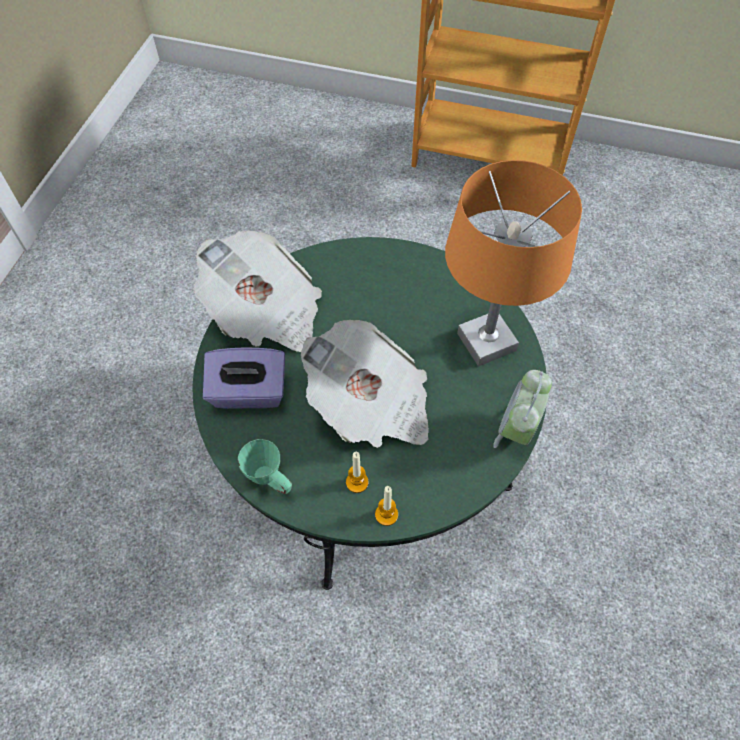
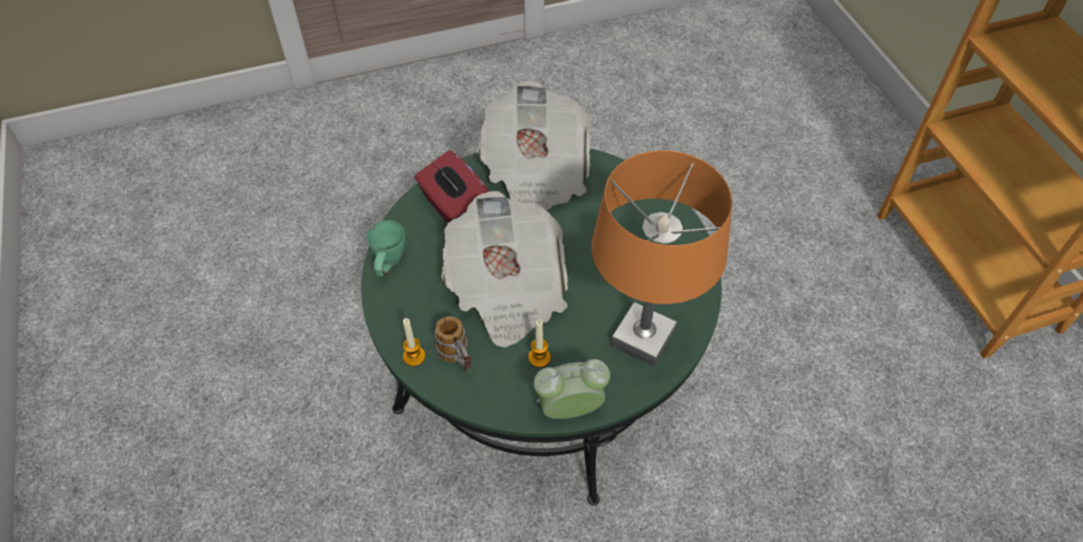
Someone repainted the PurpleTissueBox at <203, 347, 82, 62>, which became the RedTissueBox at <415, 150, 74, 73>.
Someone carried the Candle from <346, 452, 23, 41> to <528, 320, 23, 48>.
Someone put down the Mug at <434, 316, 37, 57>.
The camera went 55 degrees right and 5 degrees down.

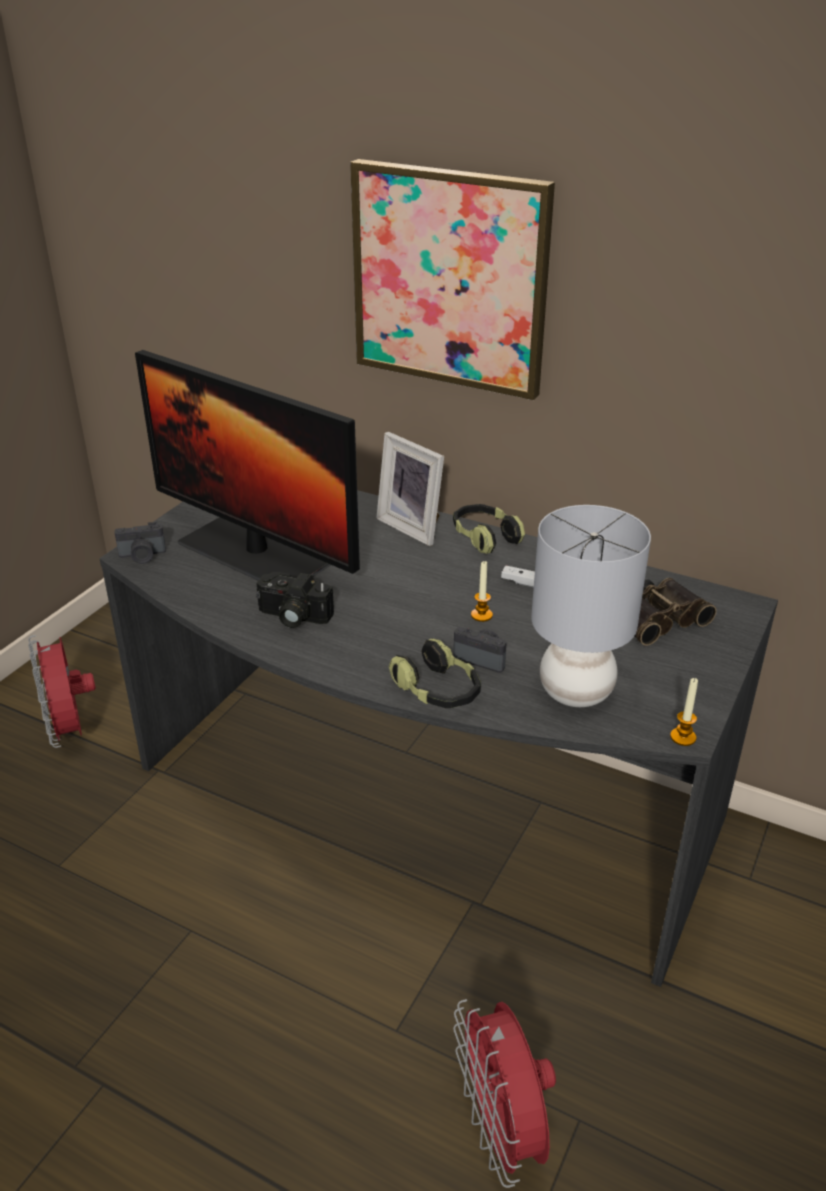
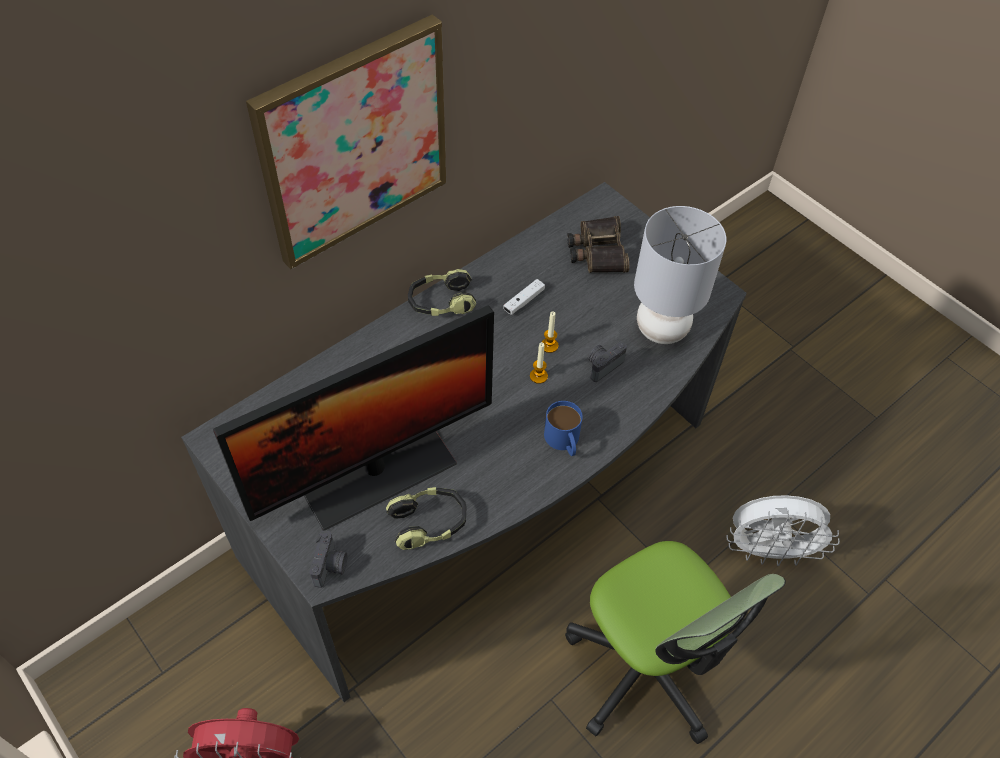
Someone took away the PictureFrame at <376, 432, 68, 114>.
Someone took away the PhotoCamera at <256, 572, 78, 56>.
Someone carried the Headphones from <389, 638, 92, 70> to <386, 487, 80, 63>.
Someone carried the Candle from <670, 678, 28, 68> to <530, 342, 18, 42>.
Someone repainted the RedFan at <453, 999, 103, 189>, which became the WhiteFan at <726, 495, 114, 71>.
Someone put down the BlueMug at <544, 401, 39, 55>.
Someone put down the OfficeChair at <565, 541, 221, 203>.
The camera went 70 degrees left and 20 degrees up.

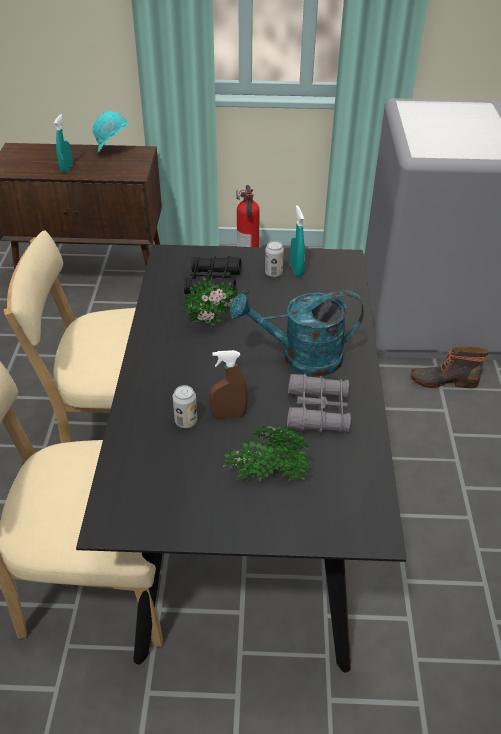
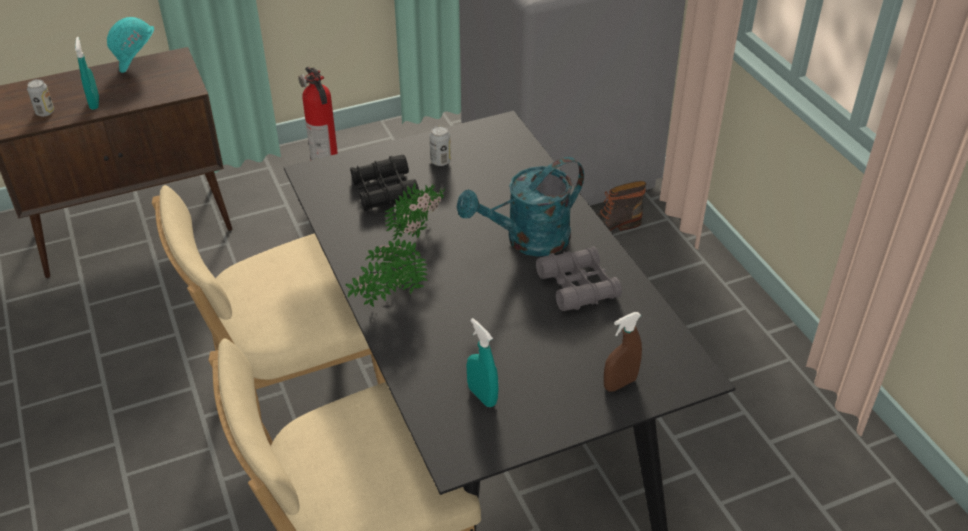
Someone carried the TurquoiseSprayBottle from <290, 205, 15, 72> to <467, 318, 32, 89>.
Someone carried the BrownSprayBottle from <209, 350, 39, 69> to <604, 312, 38, 79>.
Someone carried the Can from <173, 385, 24, 43> to <27, 79, 27, 38>.
Someone carried the PottedPlant from <223, 426, 87, 57> to <345, 239, 83, 68>.
The camera went 25 degrees left and 0 degrees up.

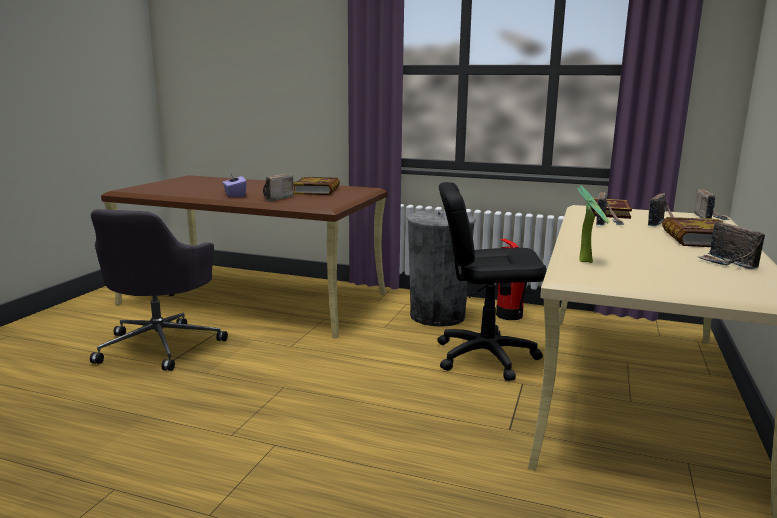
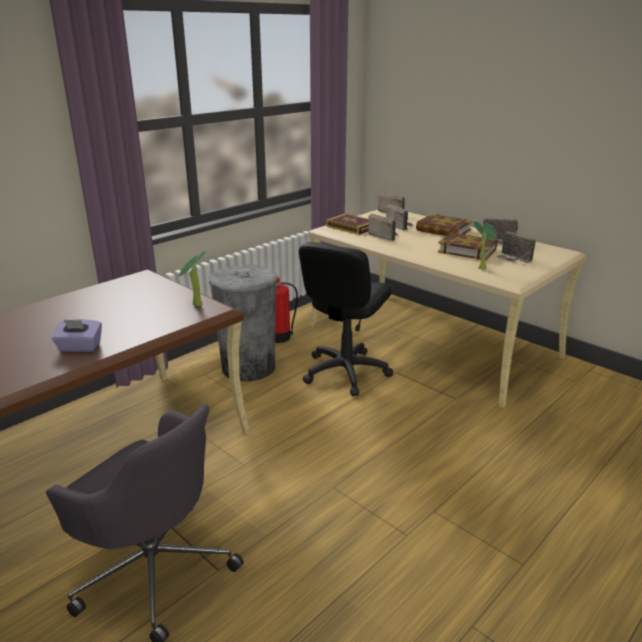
Someone carried the Radio from <263, 173, 31, 28> to <496, 231, 40, 32>.
Someone carried the Book from <293, 177, 47, 18> to <438, 233, 60, 28>.
Someone put down the PottedPlant at <179, 251, 27, 56>.
The camera went 65 degrees left and 10 degrees up.

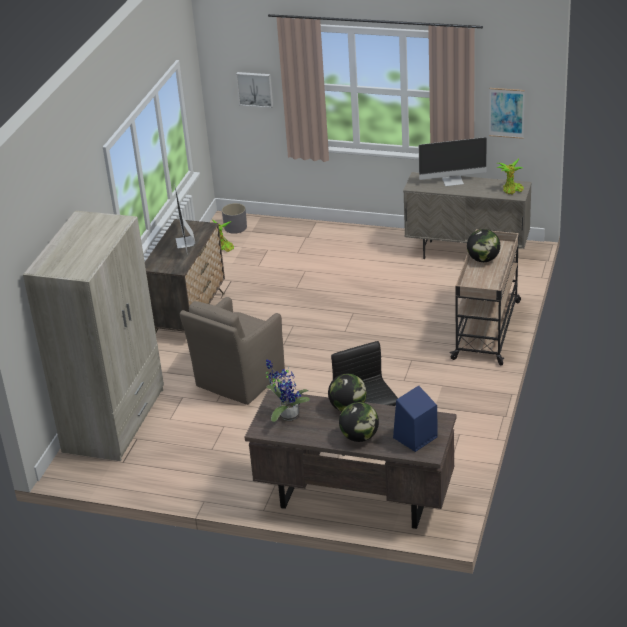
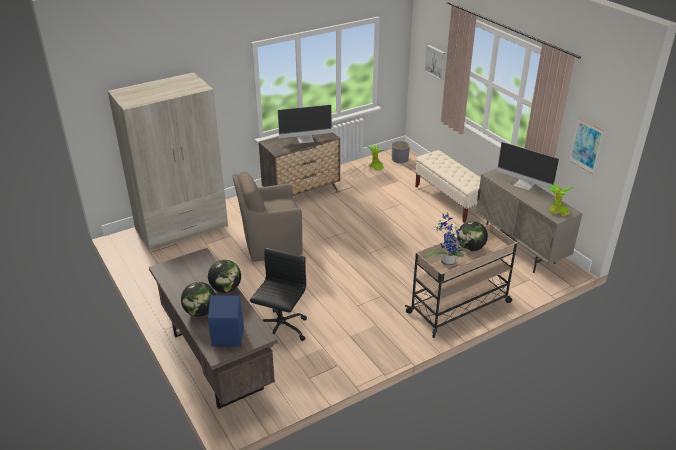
Someone rotated the Monitor at <175, 186, 20, 69> by 135 degrees counterclockwise.
Someone carried the PottedPlant from <266, 359, 44, 63> to <426, 212, 44, 54>.
Someone put down the BeigeBench at <415, 150, 66, 73>.
The camera went 40 degrees right and 0 degrees up.

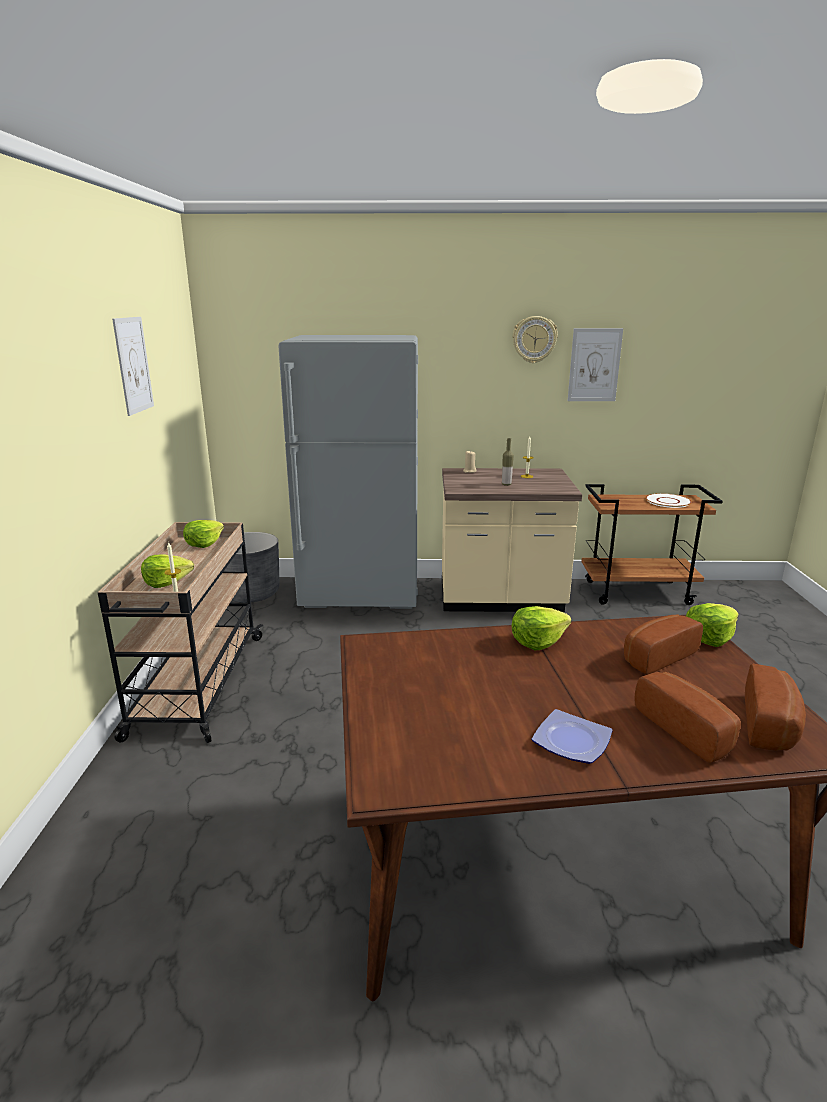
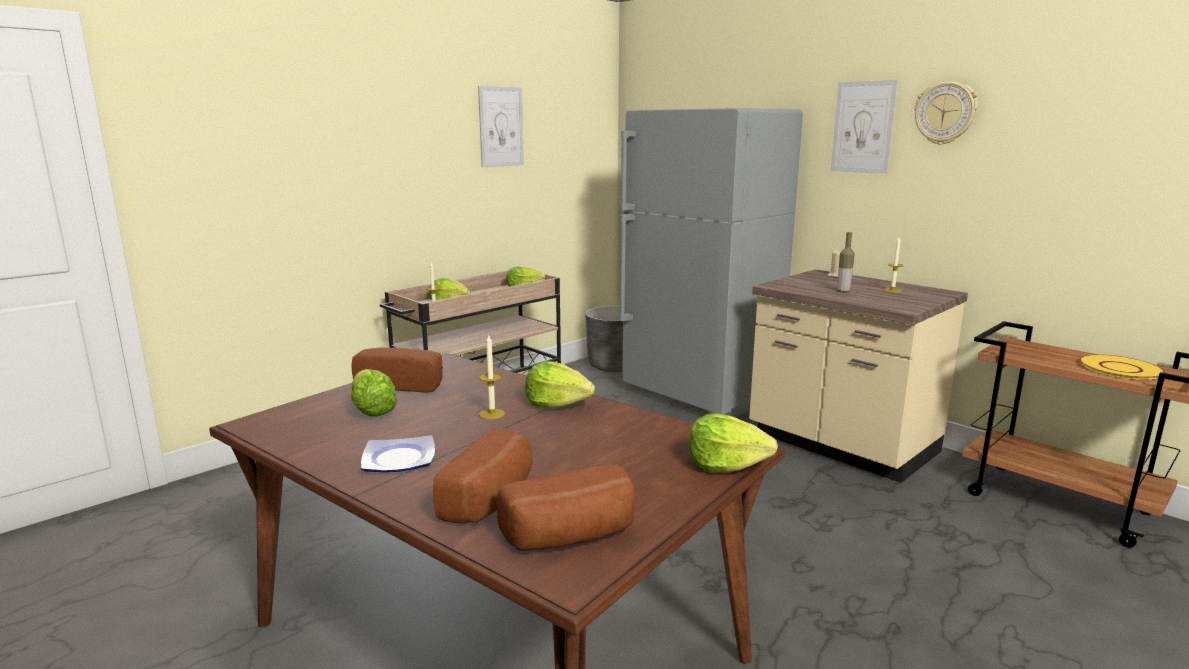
Someone carried the Picture from <568, 328, 55, 73> to <831, 80, 67, 94>.
Someone repainted the WhitePlate at <645, 493, 47, 15>, which became the YellowPlate at <1079, 354, 87, 26>.
Someone carried the Bread from <624, 615, 79, 60> to <351, 347, 92, 46>.
Someone put down the Candle at <479, 334, 26, 85>.
Someone put down the Lettuce at <351, 369, 46, 47>.
The camera went 45 degrees right and 5 degrees down.

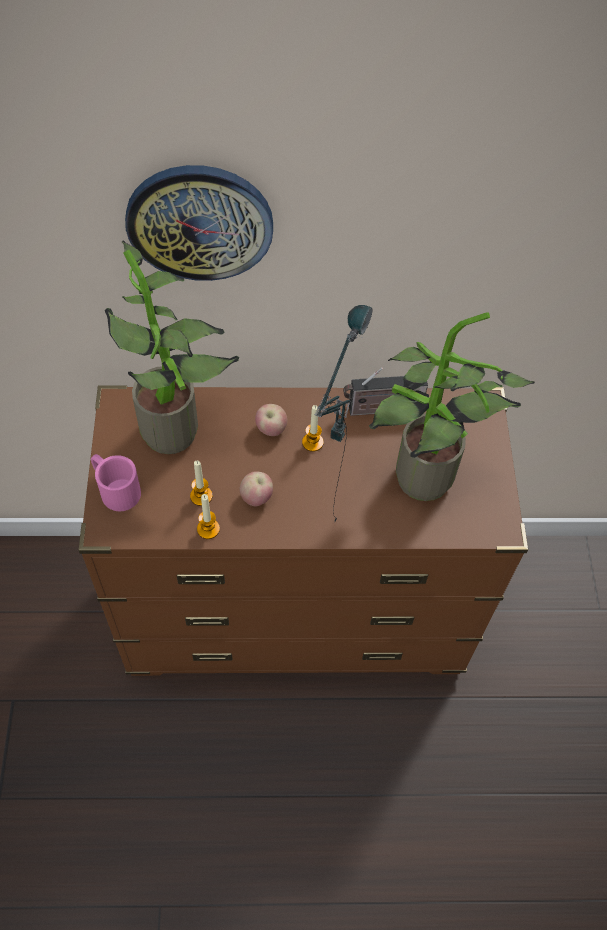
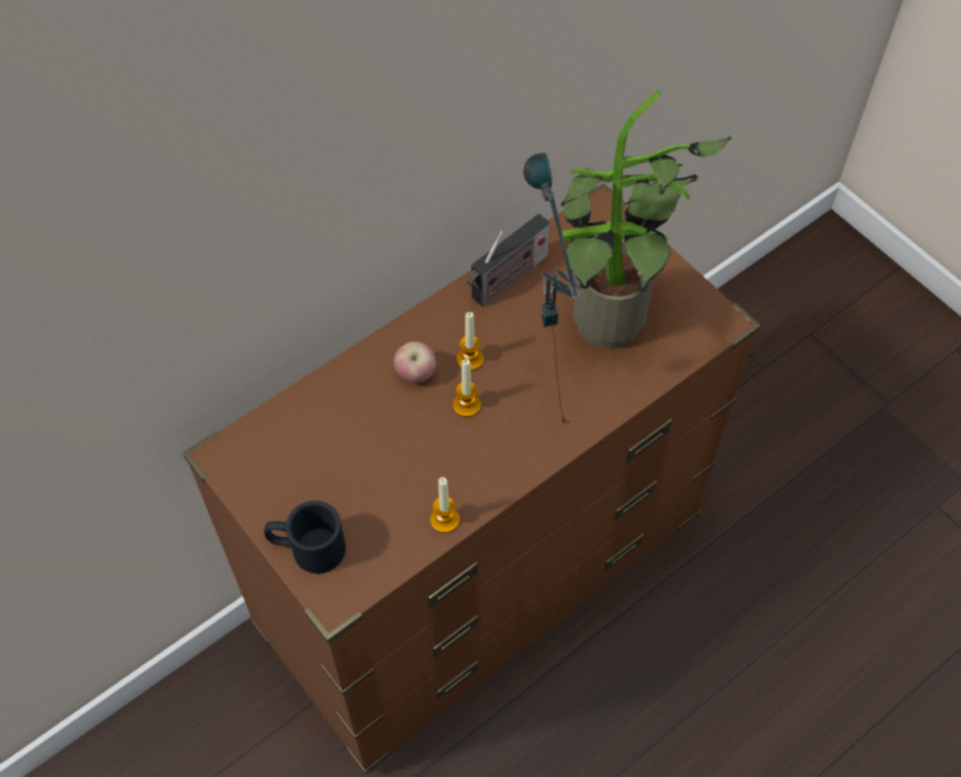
Someone took away the WallClock at <125, 165, 148, 116>.
Someone took away the PottedPlant at <105, 241, 134, 213>.
Someone repainted the PinkMug at <91, 454, 50, 57>, which became the BlackMug at <264, 501, 82, 73>.
Someone carried the Candle from <190, 461, 23, 45> to <453, 359, 28, 58>.
Someone took away the Apple at <239, 471, 34, 35>.
The camera went 35 degrees left and 0 degrees up.

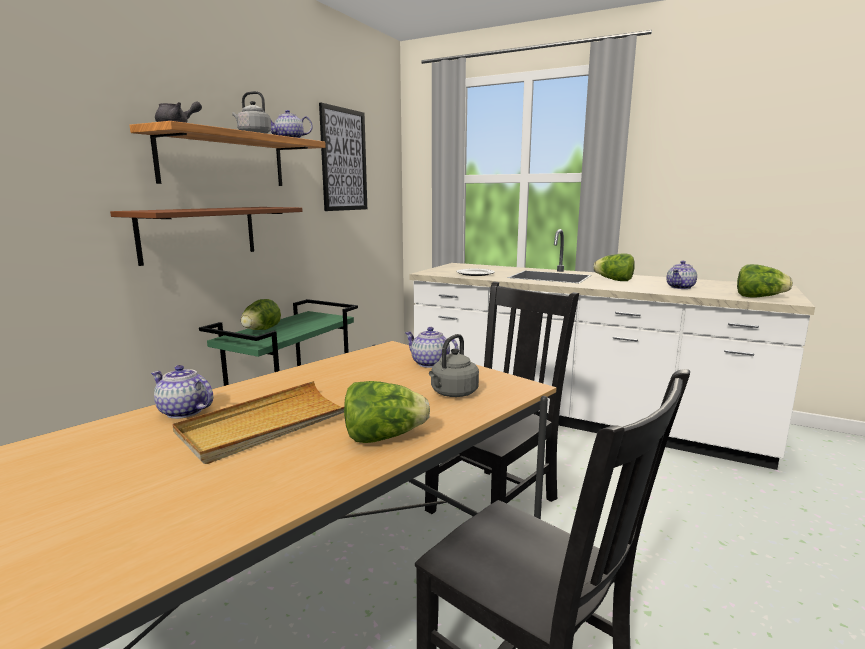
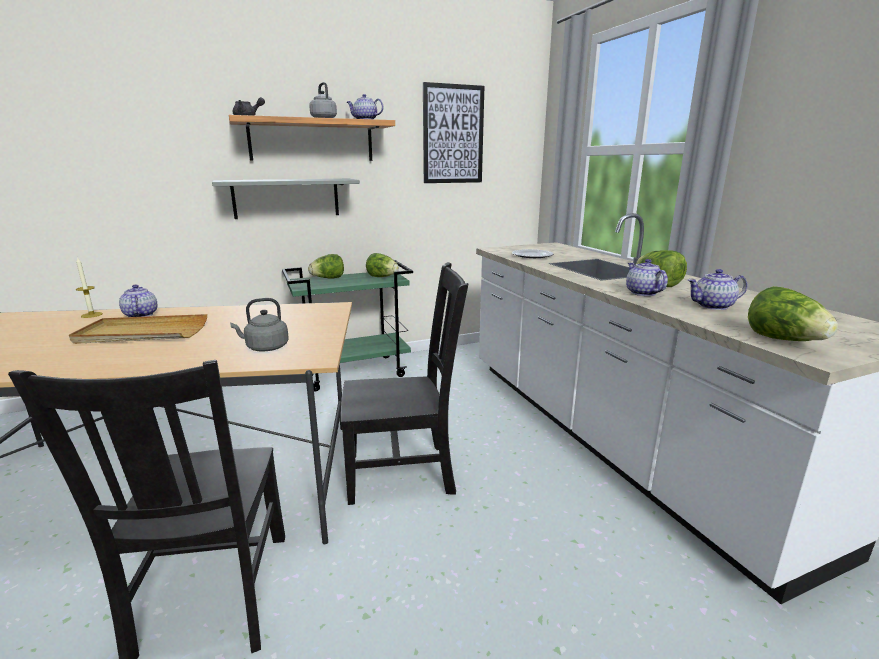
Someone repainted the BrownShelf at <110, 207, 193, 59>, which became the GreyShelf at <212, 179, 148, 40>.
Someone carried the Teapot from <404, 327, 55, 41> to <626, 259, 42, 37>.
Someone carried the Lettuce from <344, 381, 86, 62> to <366, 253, 33, 24>.
Someone put down the Candle at <76, 257, 27, 61>.
The camera went 40 degrees right and 5 degrees up.

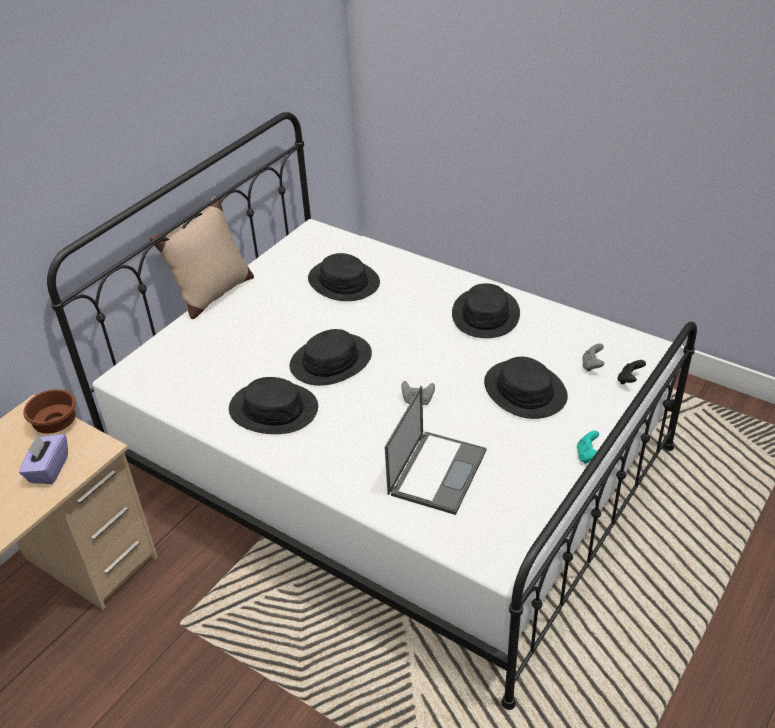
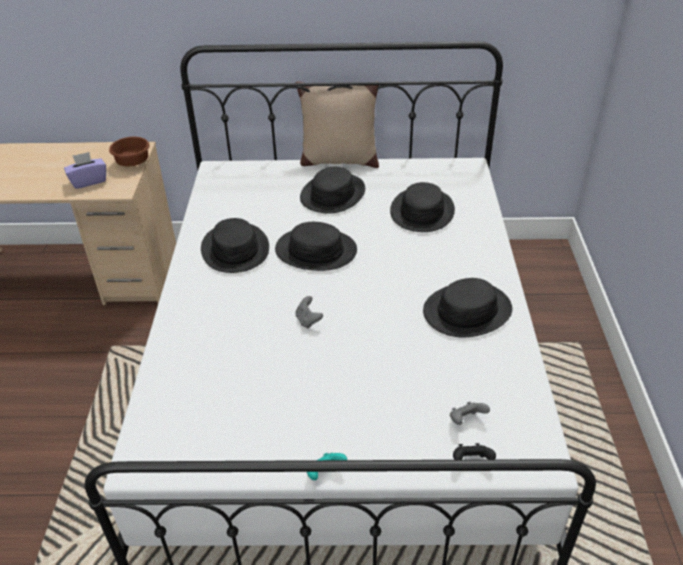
Someone carried the BlackHat from <484, 357, 84, 62> to <300, 166, 65, 48>.
Someone took away the Laptop at <385, 386, 101, 129>.
The camera went 55 degrees right and 0 degrees up.

